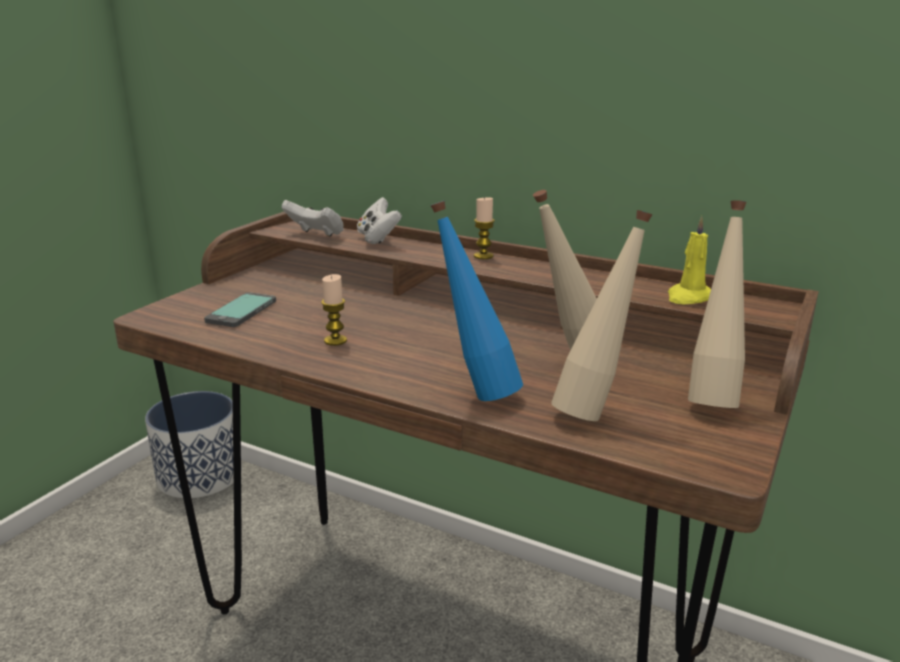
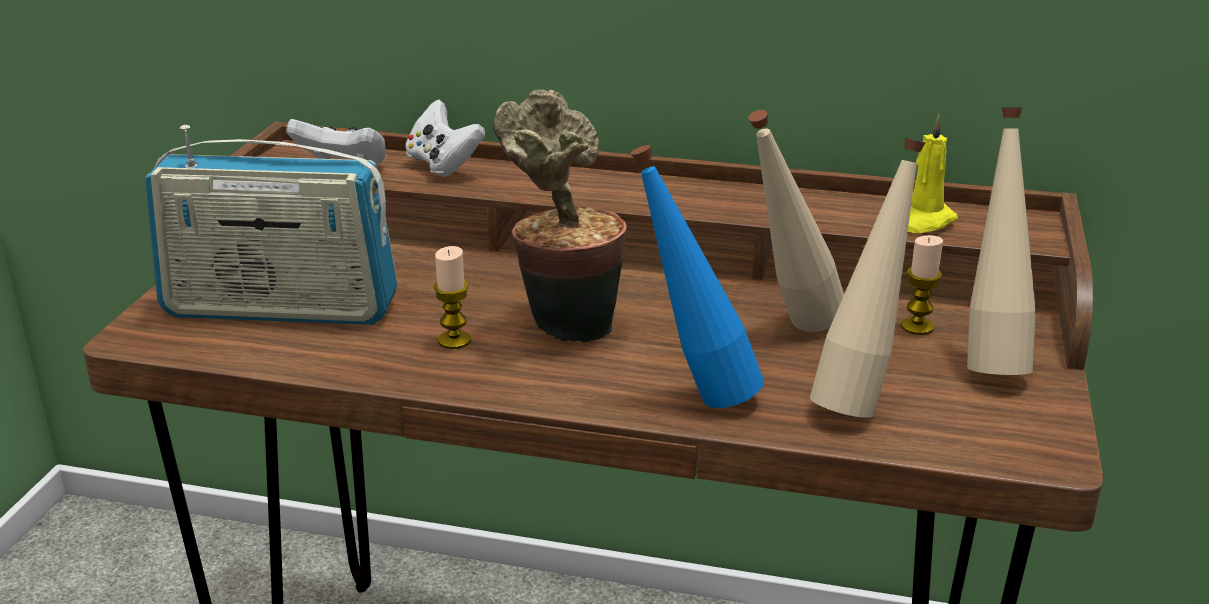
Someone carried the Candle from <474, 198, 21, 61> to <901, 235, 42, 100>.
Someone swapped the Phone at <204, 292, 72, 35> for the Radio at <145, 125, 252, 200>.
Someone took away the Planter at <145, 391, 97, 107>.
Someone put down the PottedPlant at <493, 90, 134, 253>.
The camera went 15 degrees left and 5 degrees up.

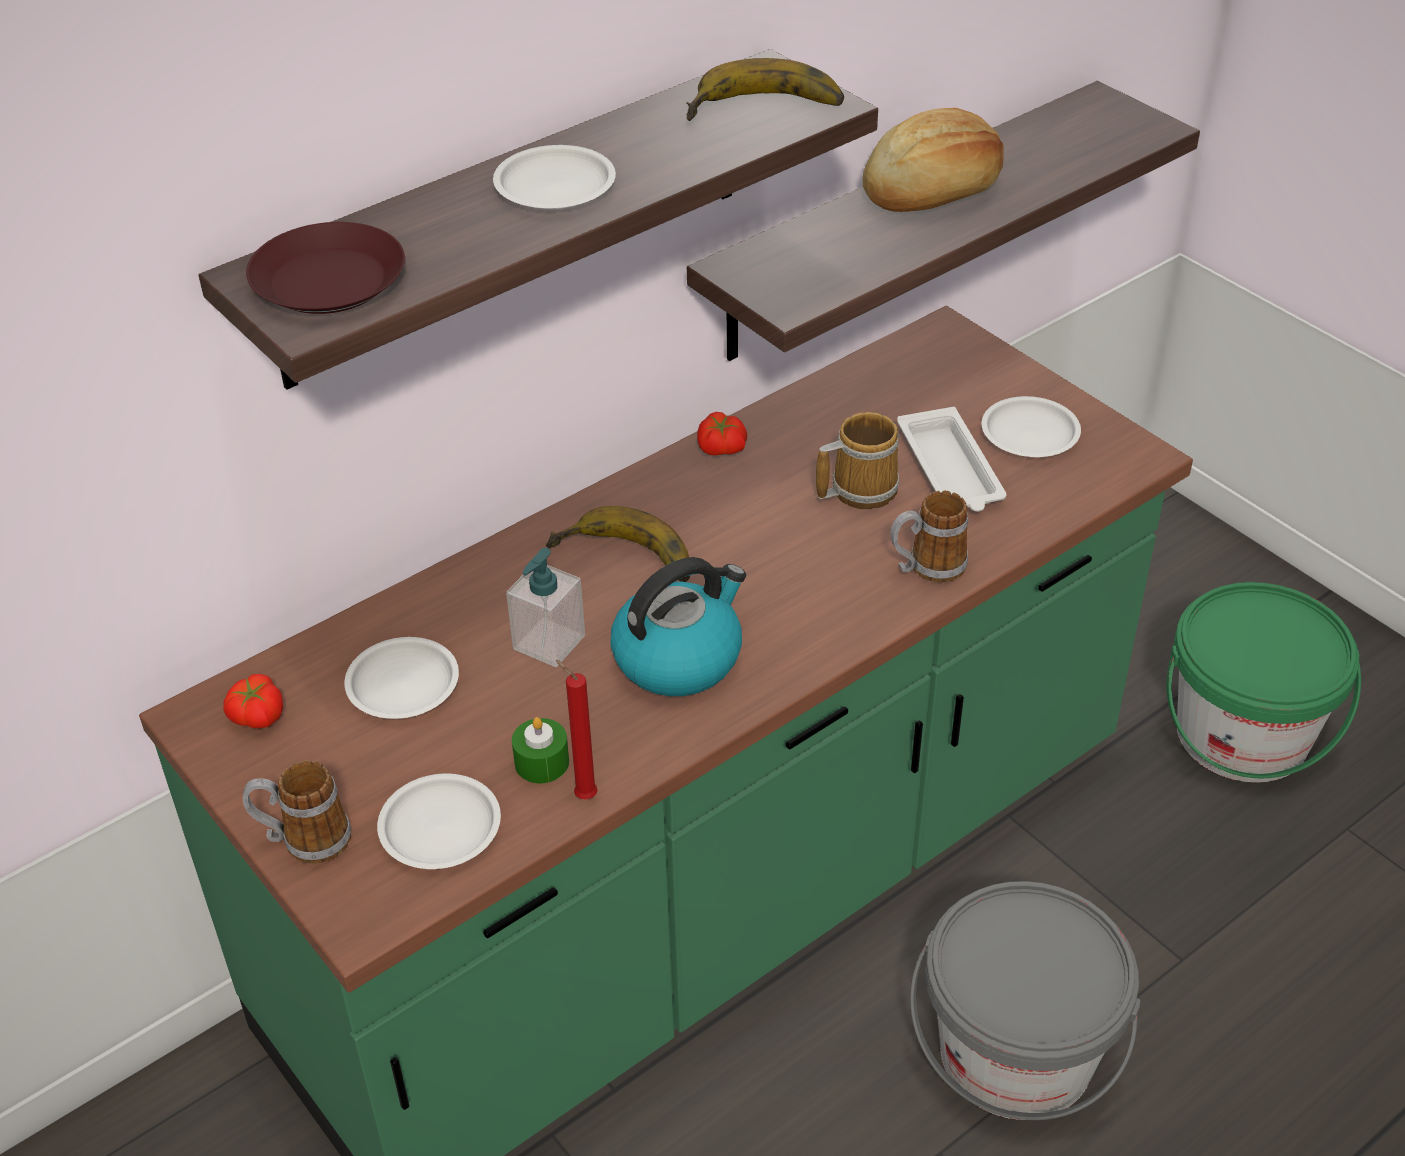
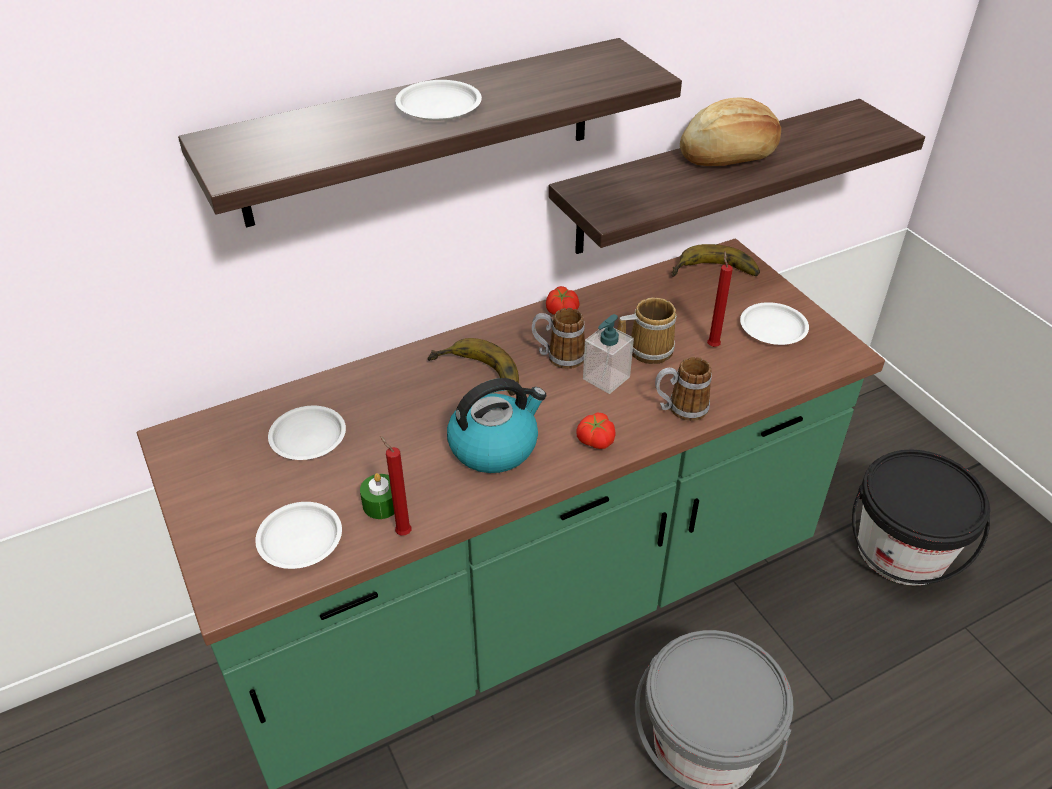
Someone carried the Banana from <687, 58, 157, 63> to <672, 244, 88, 33>.
Someone took away the BrownPlate at <246, 222, 159, 92>.
Someone swapped the WhiteTray at <897, 407, 110, 104> for the RedCandle at <707, 251, 26, 96>.
Someone carried the SoapDispenser from <506, 548, 79, 119> to <583, 314, 51, 80>.
Someone repainted the GreenBucket at <1166, 582, 195, 201>, which became the BlackBucket at <852, 449, 139, 137>.
Someone carried the Tomato from <223, 674, 60, 54> to <576, 413, 40, 36>.
Someone carried the Mug from <243, 760, 108, 104> to <532, 308, 53, 61>.
The camera went 10 degrees right and 0 degrees up.

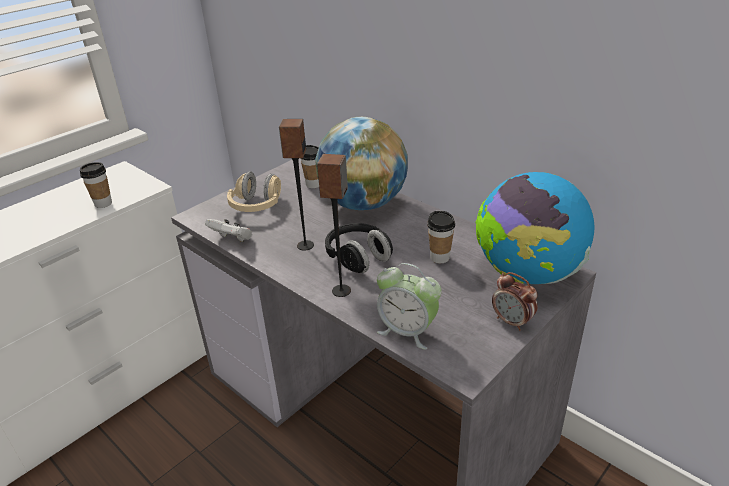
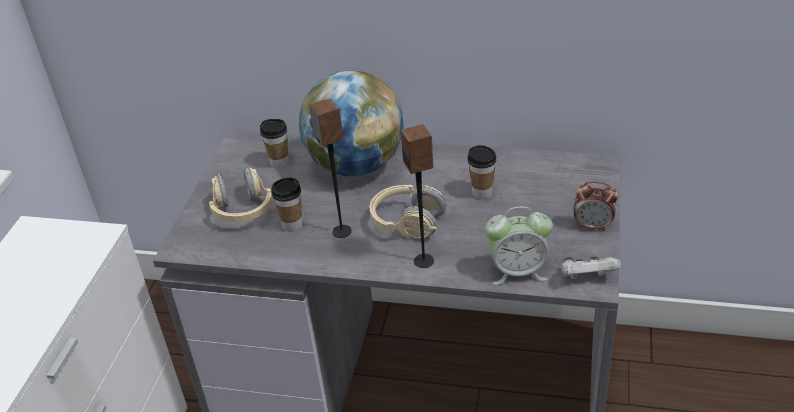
Someone carried the Cup from <80, 162, 32, 46> to <271, 178, 32, 54>.
Someone took away the Globe at <475, 172, 119, 112>.
Someone carried the WhiteGameController from <205, 219, 47, 23> to <561, 257, 60, 22>.
Someone repainted the BlackHeadphones at <325, 223, 68, 50>, which became the BeigeHeadphones at <370, 185, 76, 53>.
The camera went 30 degrees left and 5 degrees up.

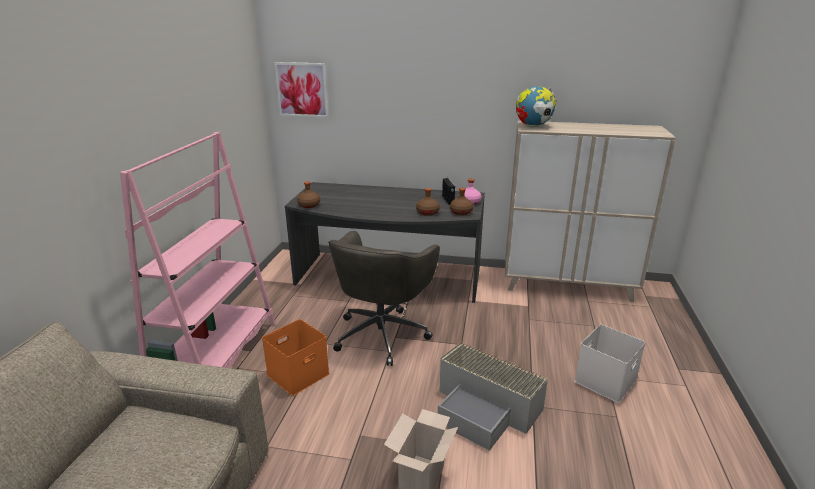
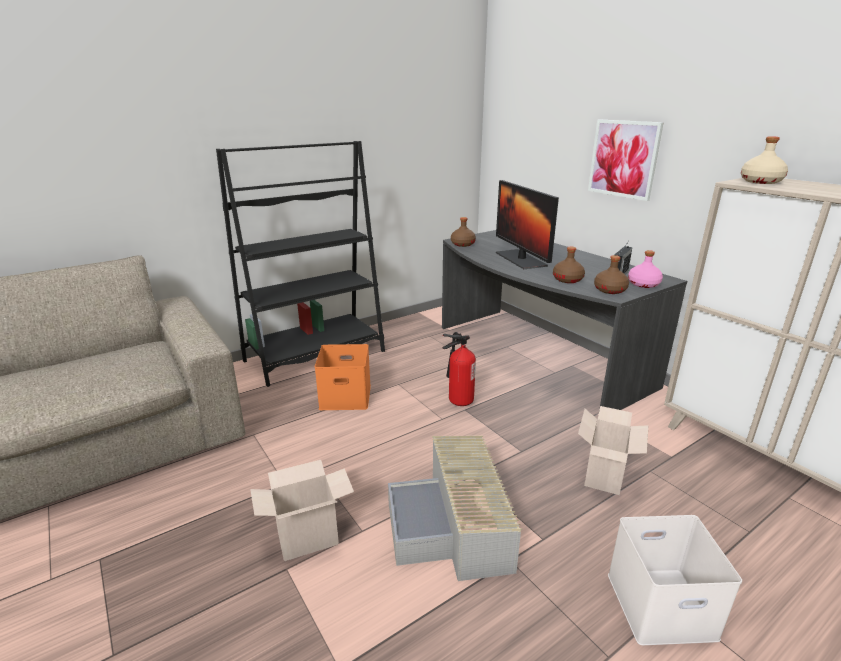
Someone carried the Picture from <274, 62, 55, 56> to <588, 119, 76, 82>.
Someone swapped the Globe at <516, 86, 40, 41> for the BeigeBottle at <741, 136, 47, 48>.
Someone repainted the PinkBookcase at <120, 132, 155, 236>, which became the BlackBookcase at <216, 141, 169, 246>.
Someone swapped the GreyOfficeChair at <328, 231, 112, 135> for the FireExtinguisher at <442, 332, 34, 74>.
Someone put down the Monitor at <496, 180, 63, 89>.
Someone put down the CardboardBox at <578, 406, 70, 89>.
The camera went 45 degrees right and 0 degrees up.

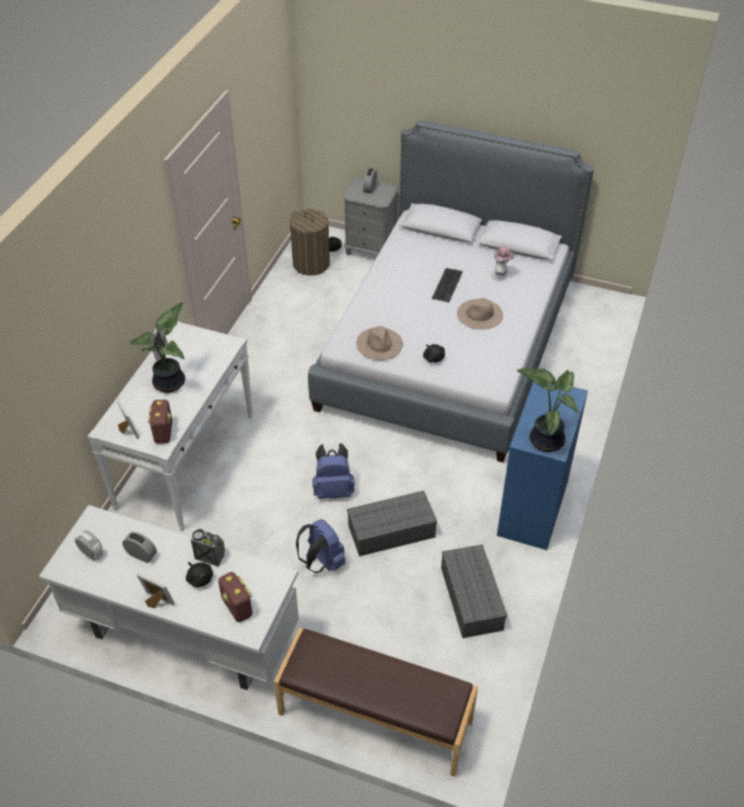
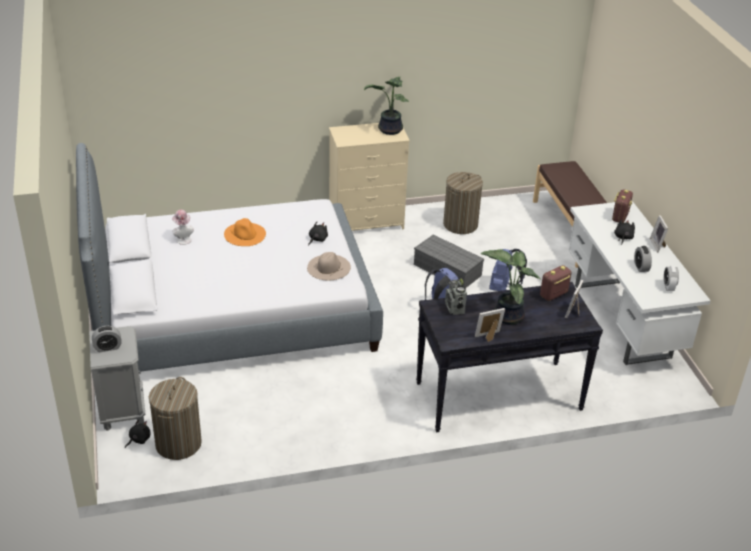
Someone took away the Keyboard at <432, 268, 31, 34>.
Someone repainted the BeigeHat at <457, 298, 46, 32>, which became the OrangeHat at <224, 218, 42, 28>.
Someone repainted the WhiteConsoleTable at <87, 321, 166, 210>, which became the BlackConsoleTable at <416, 282, 187, 151>.
Someone repainted the BlueDresser at <497, 381, 91, 169>, which became the BeigeDresser at <329, 123, 81, 108>.
Someone carried the Radio from <191, 529, 34, 37> to <445, 279, 22, 36>.
Someone swapped the GreyStorageBox at <441, 544, 66, 94> for the LaundryBasket at <443, 172, 40, 62>.
The camera went 125 degrees left and 10 degrees down.

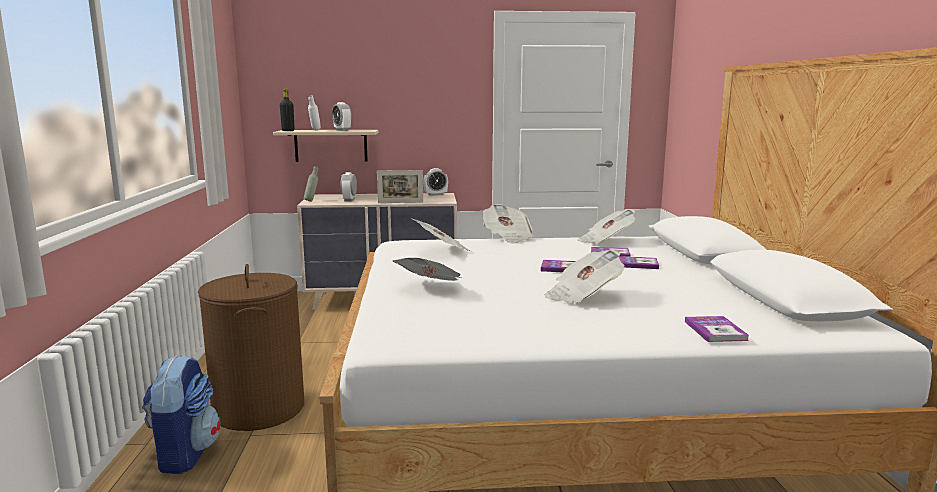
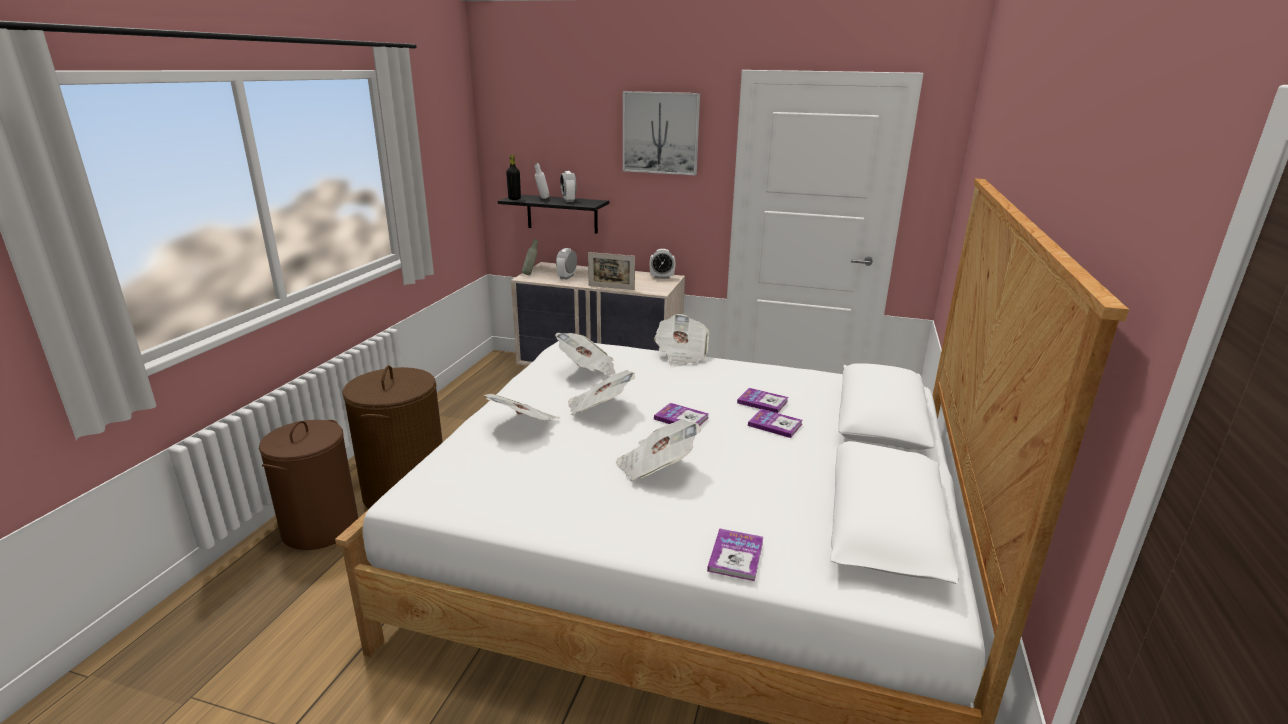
Someone repainted the BeigeShelf at <273, 130, 105, 32>, which became the BlackShelf at <498, 195, 111, 39>.
Someone carried the Newspaper from <578, 209, 57, 35> to <568, 370, 67, 45>.
Someone swapped the Backpack at <142, 355, 79, 119> for the BrownLaundryBasket at <259, 420, 99, 130>.
Someone put up the Picture at <623, 91, 77, 84>.
The camera went 20 degrees right and 10 degrees up.

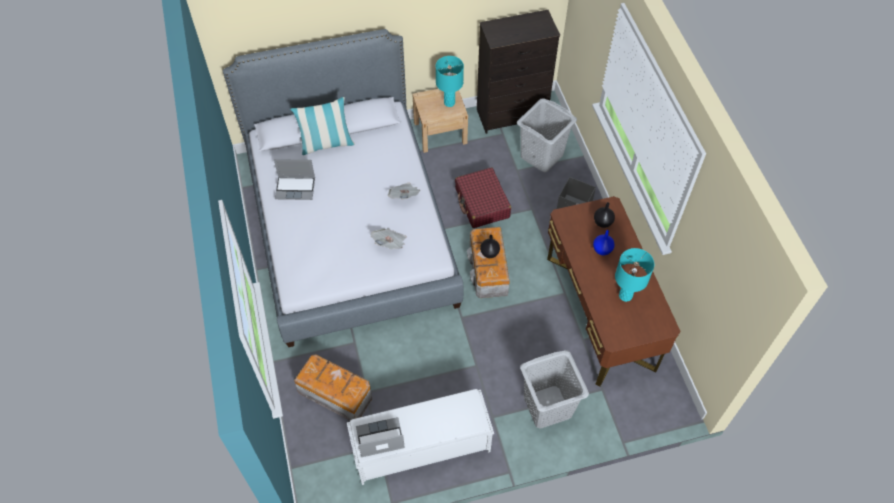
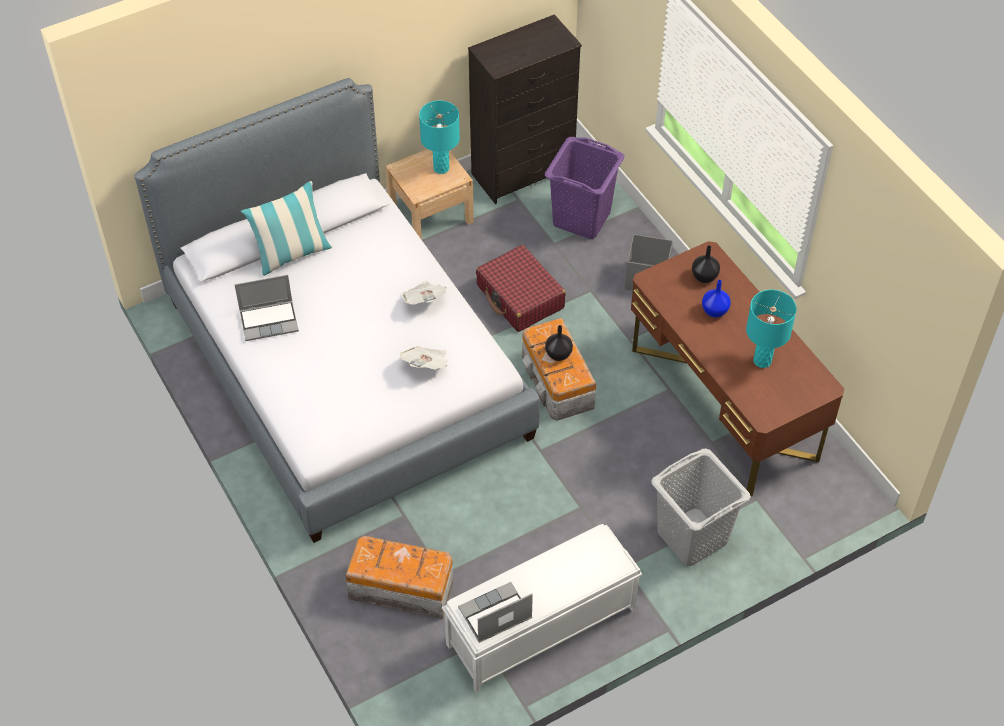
Someone repainted the GreyLaundryBasket at <517, 98, 60, 74>, which became the PurpleLaundryBasket at <545, 137, 80, 102>.
The camera went 15 degrees left and 5 degrees down.

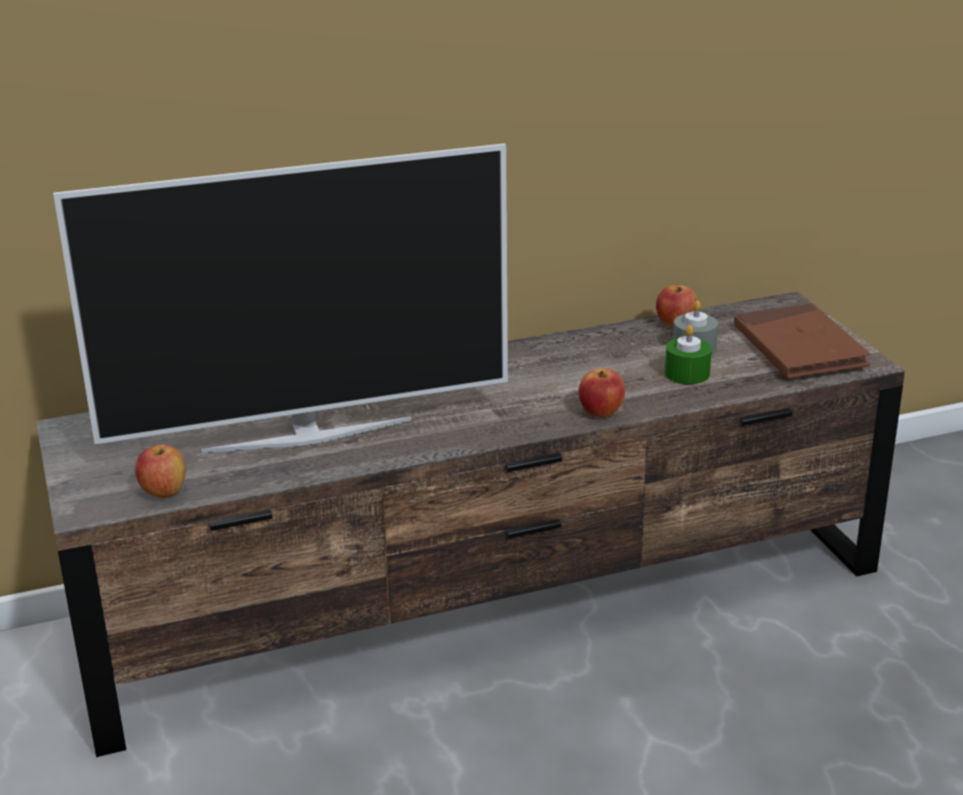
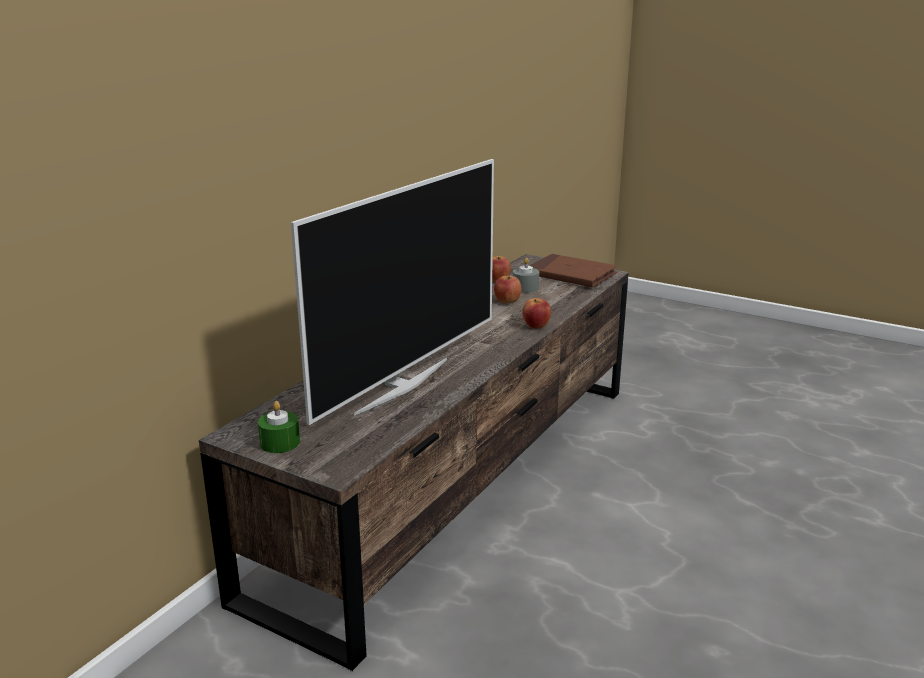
Someone carried the GreenCandle from <665, 325, 47, 60> to <258, 401, 42, 52>.
Someone carried the Apple from <135, 445, 51, 53> to <494, 276, 27, 27>.
The camera went 40 degrees left and 5 degrees down.

